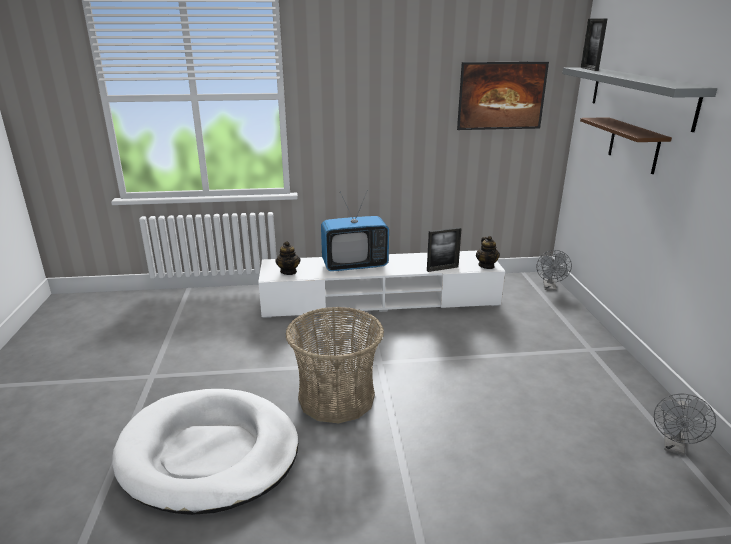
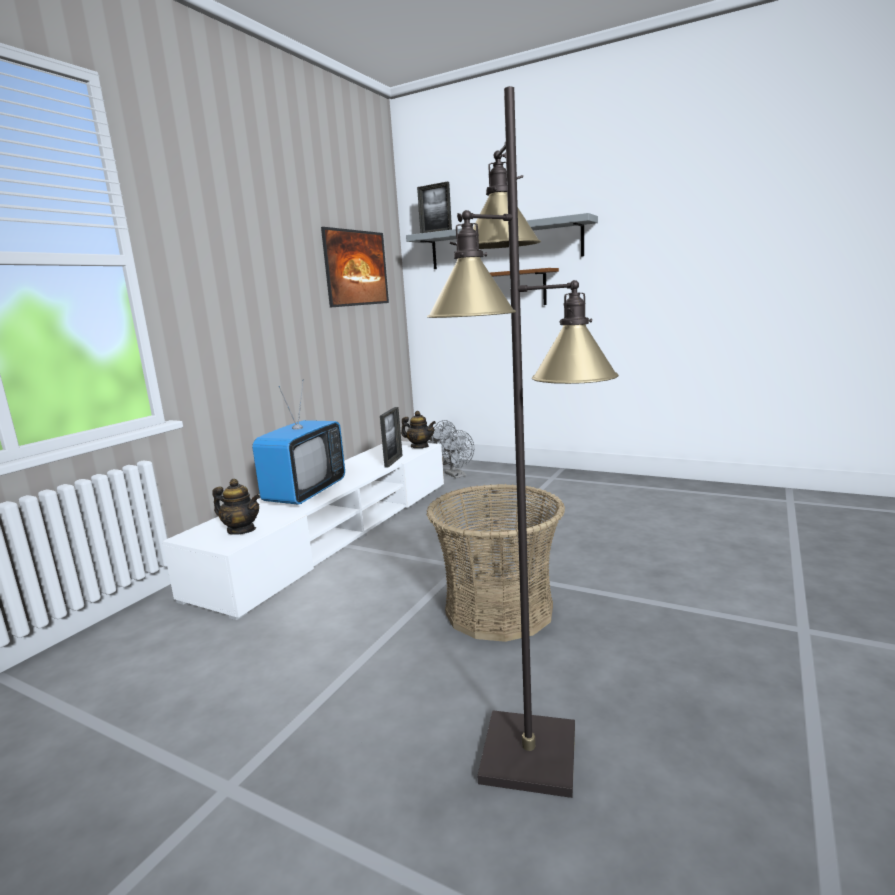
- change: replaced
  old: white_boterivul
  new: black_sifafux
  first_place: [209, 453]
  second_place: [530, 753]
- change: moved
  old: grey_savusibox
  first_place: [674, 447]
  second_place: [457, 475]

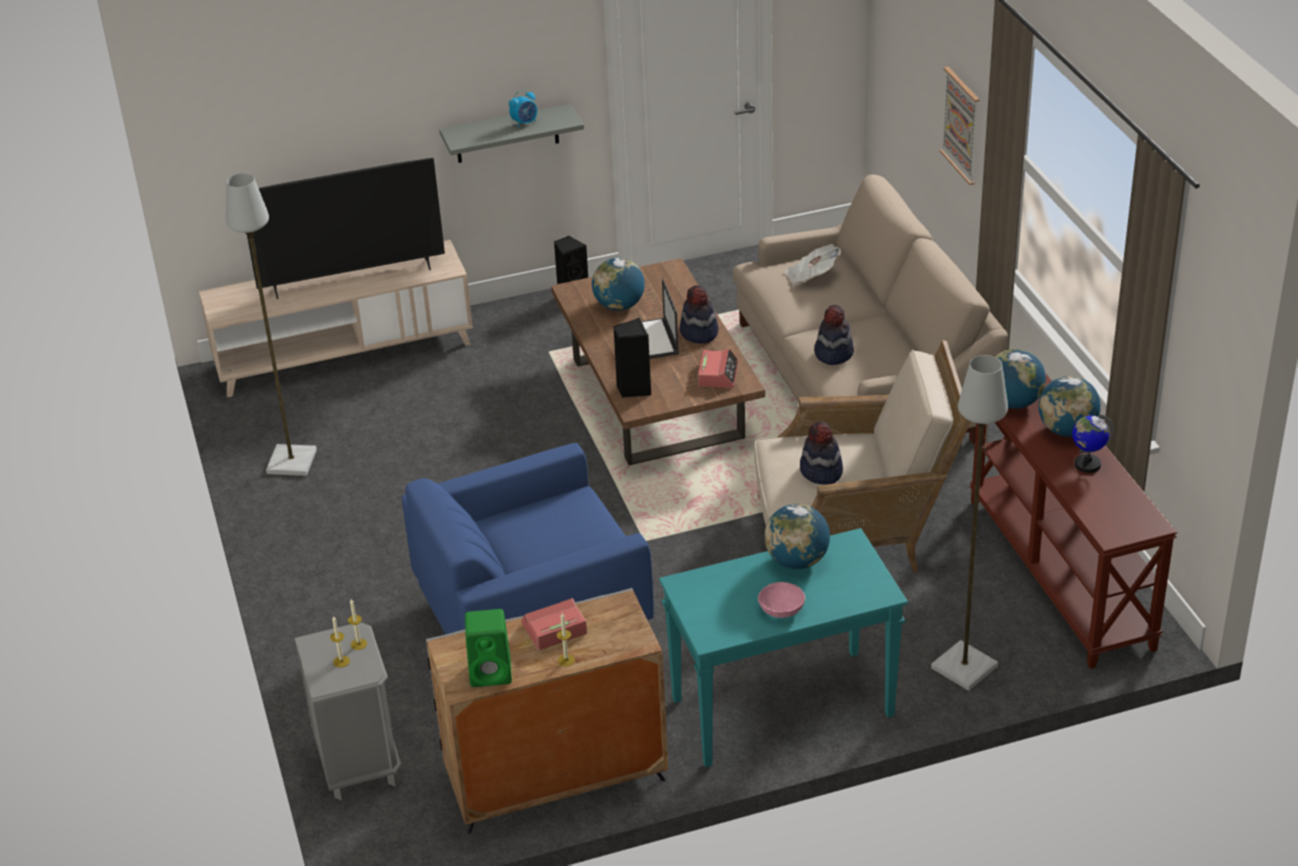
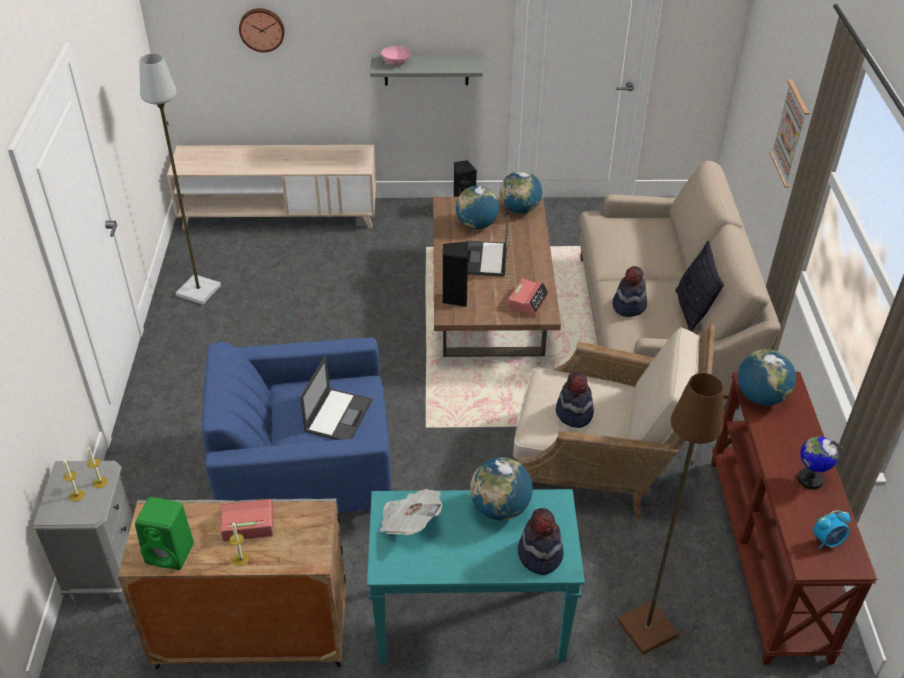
- change: added
  new: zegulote
  second_place: [262, 29]
- change: added
  new: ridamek
  second_place: [338, 415]
- change: moved
  old: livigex
  first_place: [811, 277]
  second_place: [409, 522]
- change: moved
  old: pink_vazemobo
  first_place: [782, 610]
  second_place: [396, 62]
- change: moved
  old: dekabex
  first_place: [1067, 430]
  second_place: [520, 209]
- change: moved
  old: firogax
  first_place: [699, 333]
  second_place: [539, 555]
- change: recoloured
  old: grey_sifafux
  new: brown_sifafux
  first_place: [965, 667]
  second_place: [648, 628]
- change: added
  new: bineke
  second_place: [692, 312]
- change: moved
  old: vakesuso
  first_place: [525, 123]
  second_place: [827, 541]
- change: removed
  old: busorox
  first_place: [352, 278]

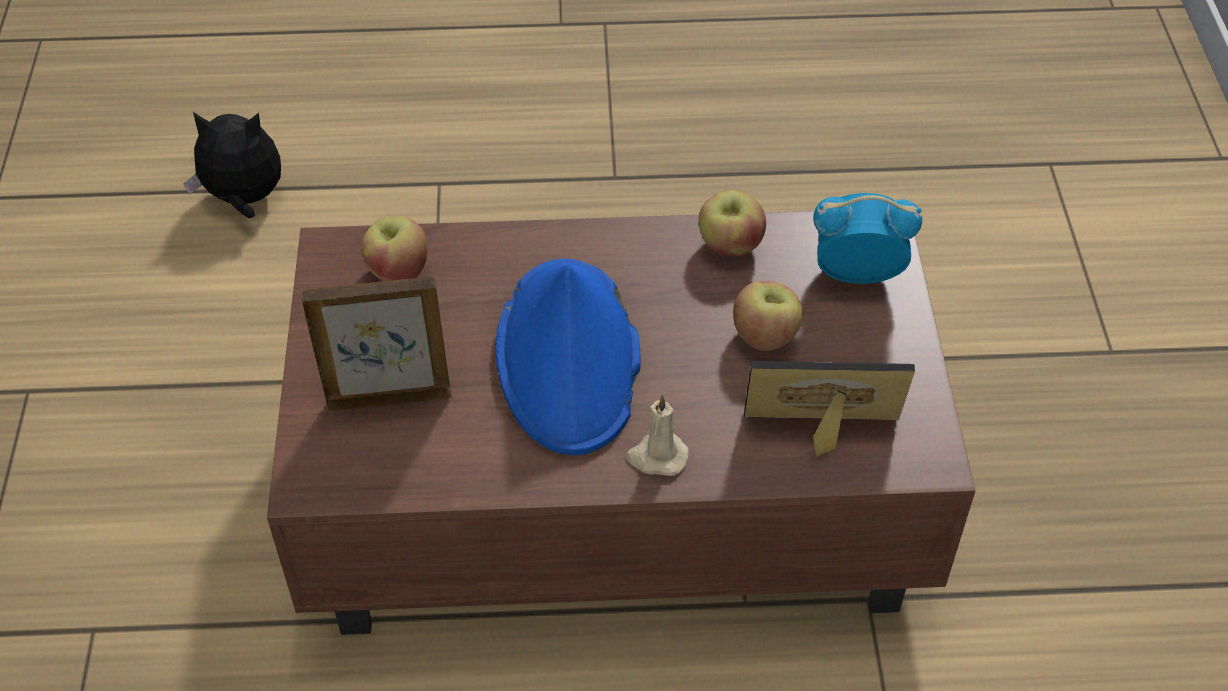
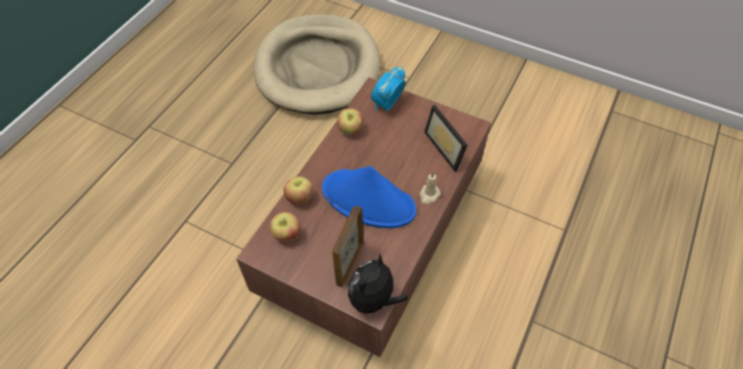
- change: added
  new: beige_boterivul
  second_place: [318, 67]
- change: moved
  old: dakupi
  first_place: [765, 336]
  second_place: [299, 197]
- change: moved
  old: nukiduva
  first_place: [244, 199]
  second_place: [373, 300]
- change: turned
  old: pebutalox
  first_place: [822, 435]
  second_place: [448, 147]
  degrees: -60

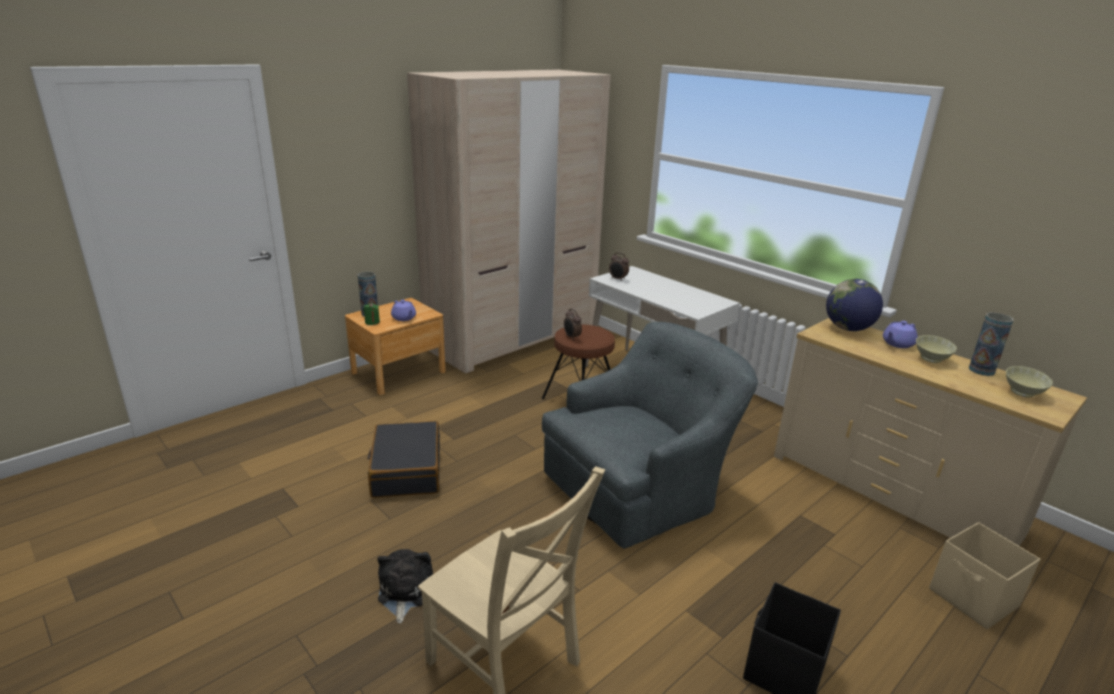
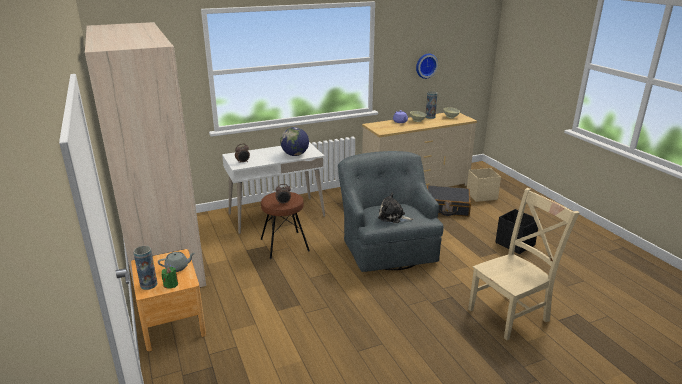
- change: recoloured
  old: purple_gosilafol
  new: grey_gosilafol
  first_place: [404, 318]
  second_place: [177, 267]
- change: moved
  old: dekabex
  first_place: [848, 329]
  second_place: [295, 155]
- change: moved
  old: nukiduva
  first_place: [404, 592]
  second_place: [393, 217]
- change: added
  new: zegulote
  second_place: [425, 65]
- change: moved
  old: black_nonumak
  first_place: [406, 470]
  second_place: [446, 207]

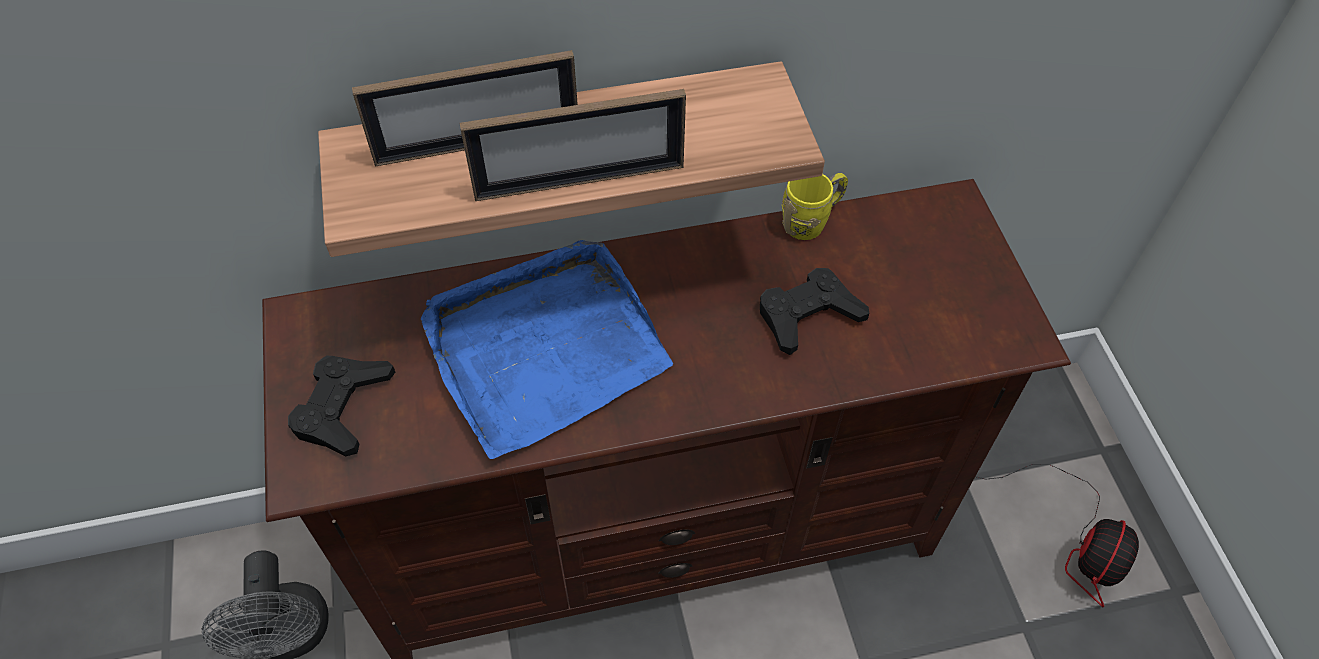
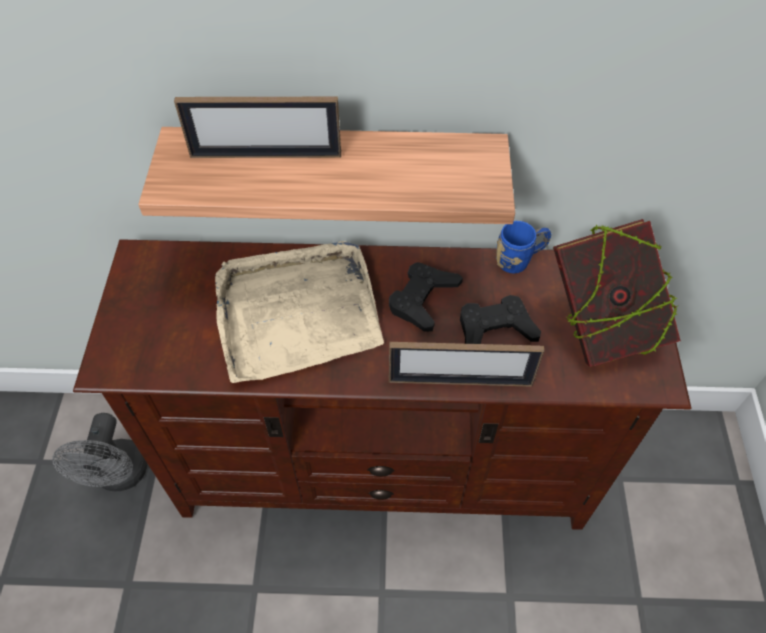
- change: recoloured
  old: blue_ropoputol
  new: beige_ropoputol
  first_place: [544, 348]
  second_place: [296, 313]
- change: moved
  old: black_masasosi
  first_place: [342, 408]
  second_place: [423, 299]
- change: moved
  old: pebutalox
  first_place: [579, 181]
  second_place: [460, 381]
- change: recoloured
  old: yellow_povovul
  new: blue_povovul
  first_place: [811, 221]
  second_place: [519, 260]
- change: added
  new: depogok
  second_place: [601, 328]
- change: removed
  old: savusibox
  first_place: [1073, 539]

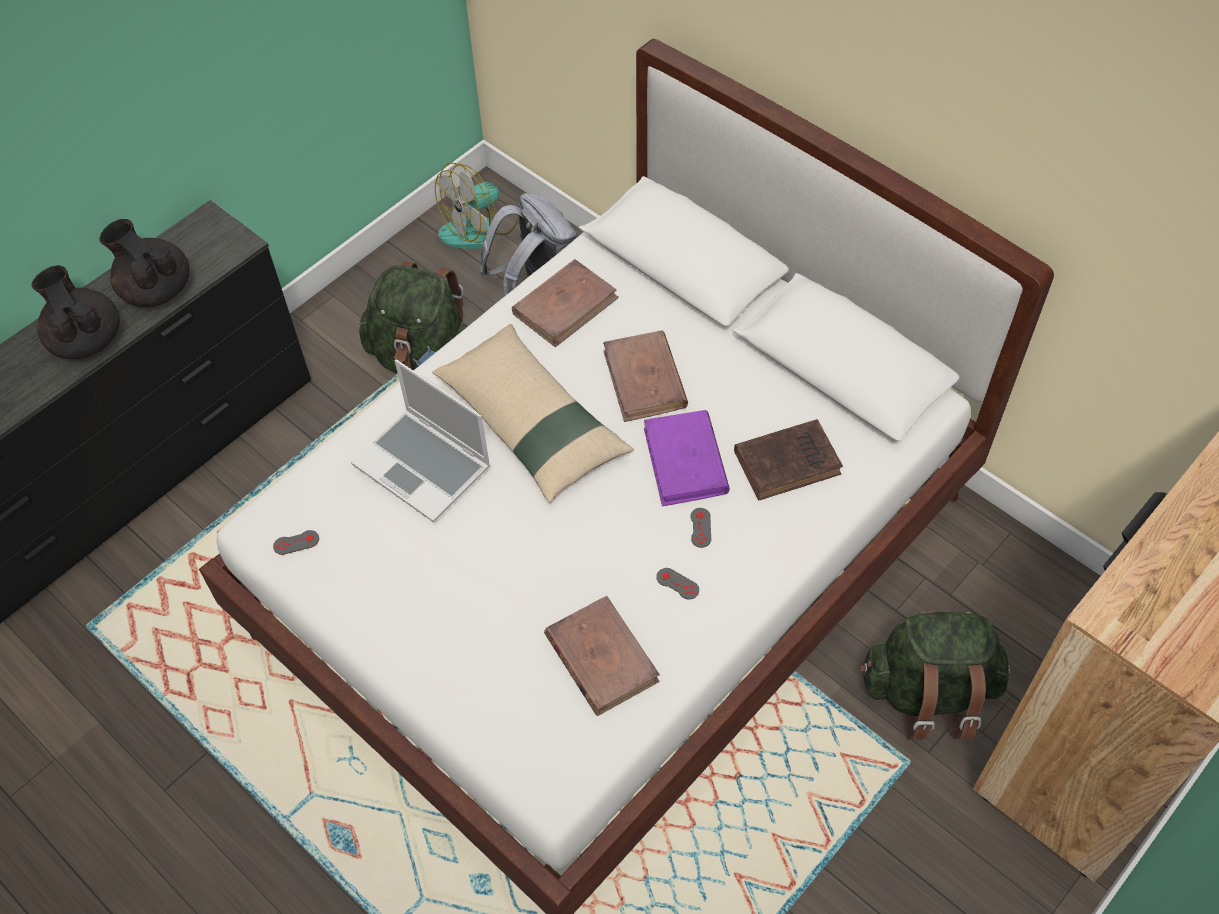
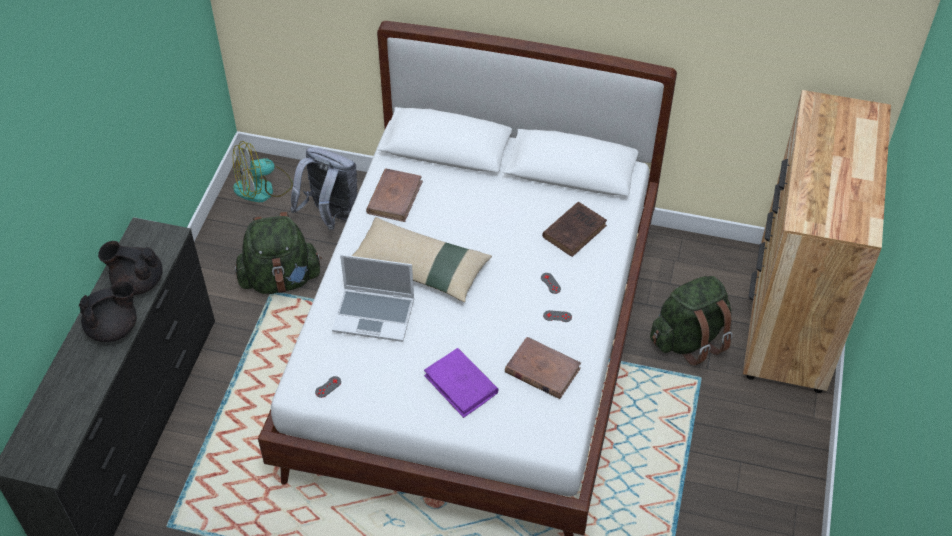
- change: turned
  old: black_gosilafol
  first_place: [86, 339]
  second_place: [114, 328]
  degrees: 120
- change: turned
  old: savusibox
  first_place: [480, 228]
  second_place: [263, 188]
  degrees: 45
- change: moved
  old: purple_depogok
  first_place: [685, 461]
  second_place: [461, 385]
- change: removed
  old: brown_depogok
  first_place: [644, 379]

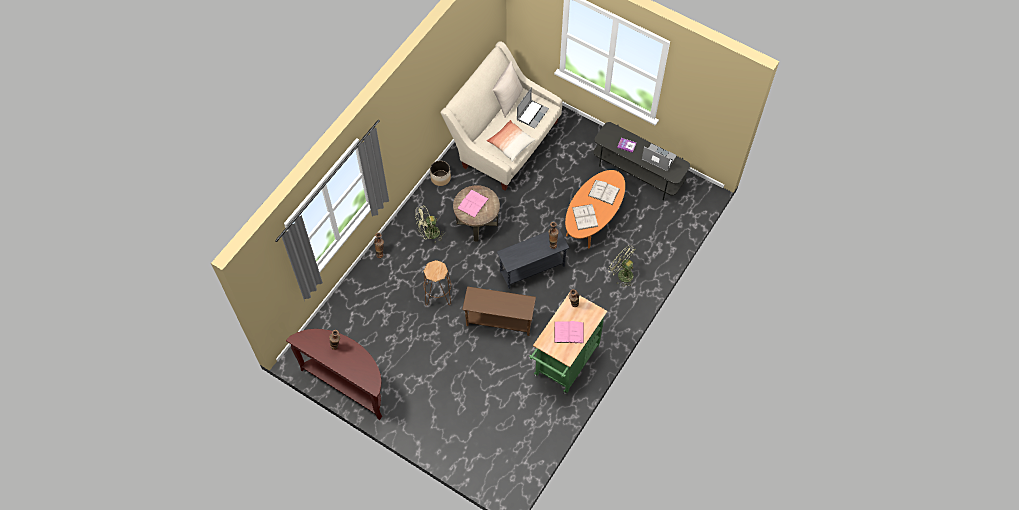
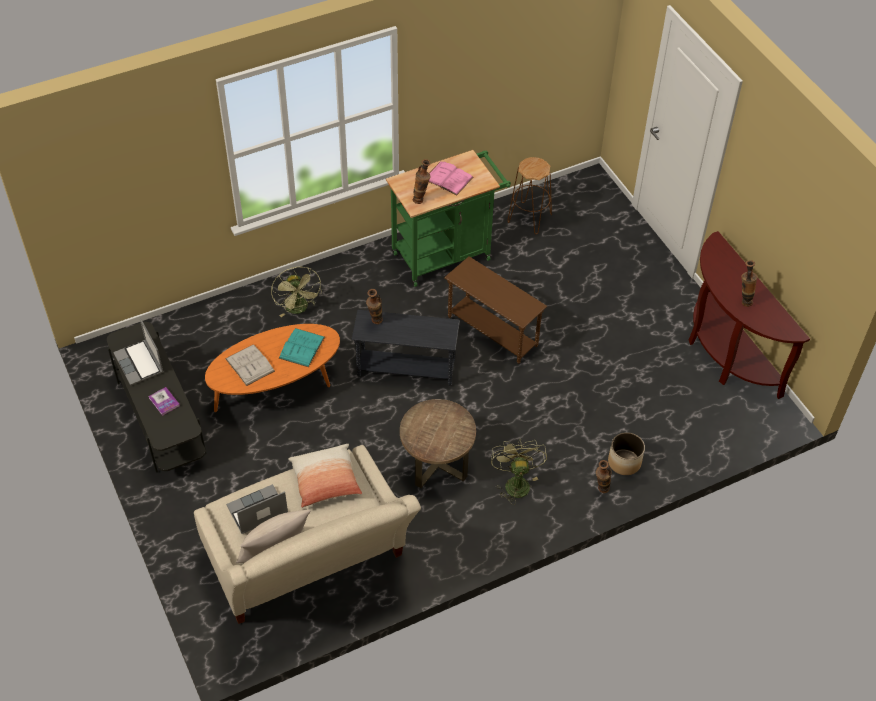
- change: recoloured
  old: white_depogok
  new: turquoise_depogok
  first_place: [585, 217]
  second_place: [301, 347]
- change: turned
  old: green_savusibox
  first_place: [429, 234]
  second_place: [515, 482]
  degrees: -105
- change: moved
  old: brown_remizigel
  first_place: [438, 294]
  second_place: [529, 218]
- change: moved
  old: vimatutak
  first_place: [440, 178]
  second_place: [624, 462]
- change: removed
  old: pink_depogok
  first_place: [473, 203]

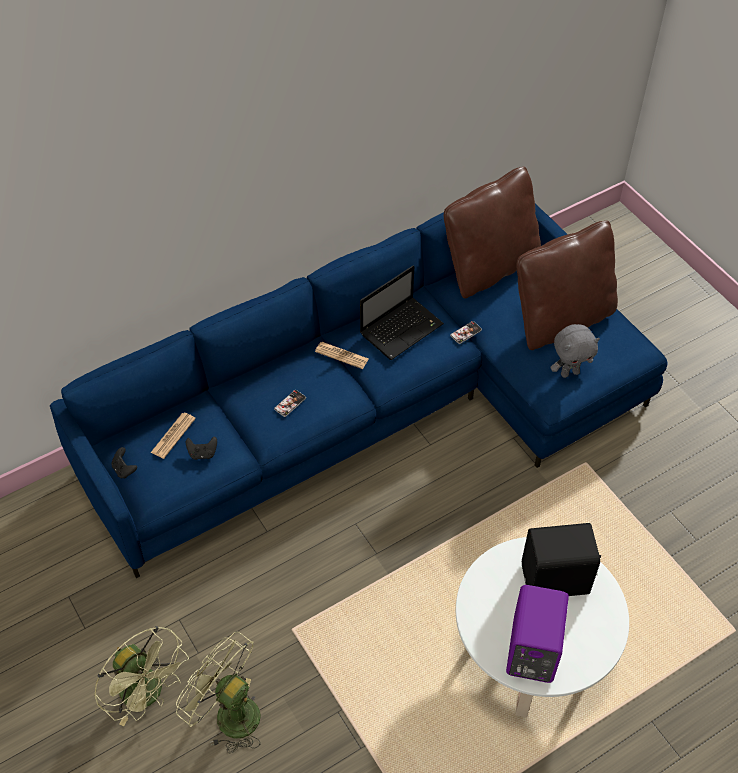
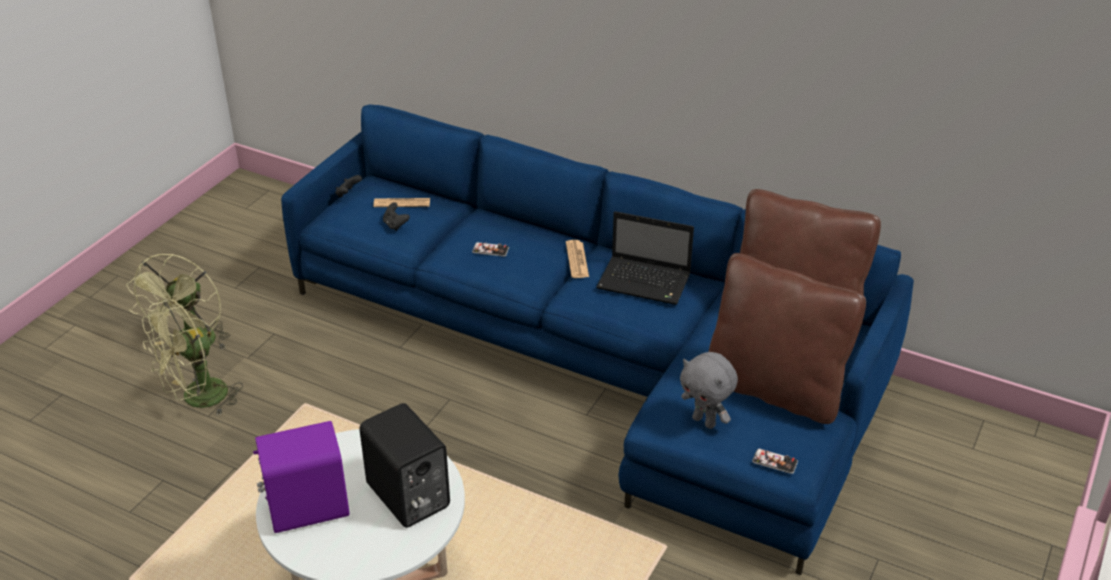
- change: turned
  old: green_savusibox
  first_place: [228, 713]
  second_place: [197, 399]
  degrees: -135
- change: moved
  old: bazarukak
  first_place: [466, 333]
  second_place: [775, 462]

